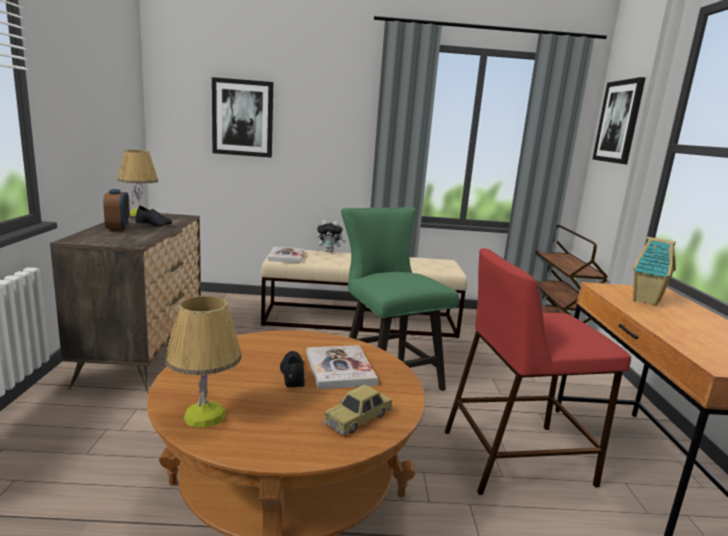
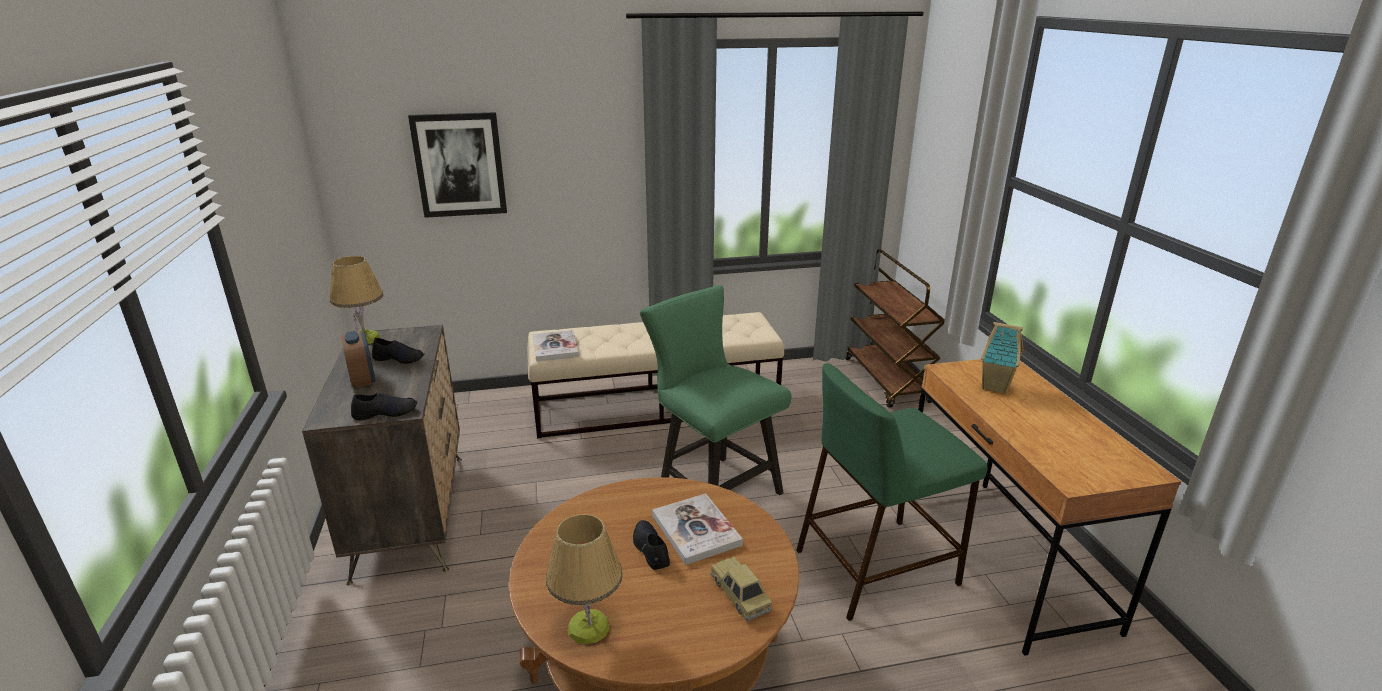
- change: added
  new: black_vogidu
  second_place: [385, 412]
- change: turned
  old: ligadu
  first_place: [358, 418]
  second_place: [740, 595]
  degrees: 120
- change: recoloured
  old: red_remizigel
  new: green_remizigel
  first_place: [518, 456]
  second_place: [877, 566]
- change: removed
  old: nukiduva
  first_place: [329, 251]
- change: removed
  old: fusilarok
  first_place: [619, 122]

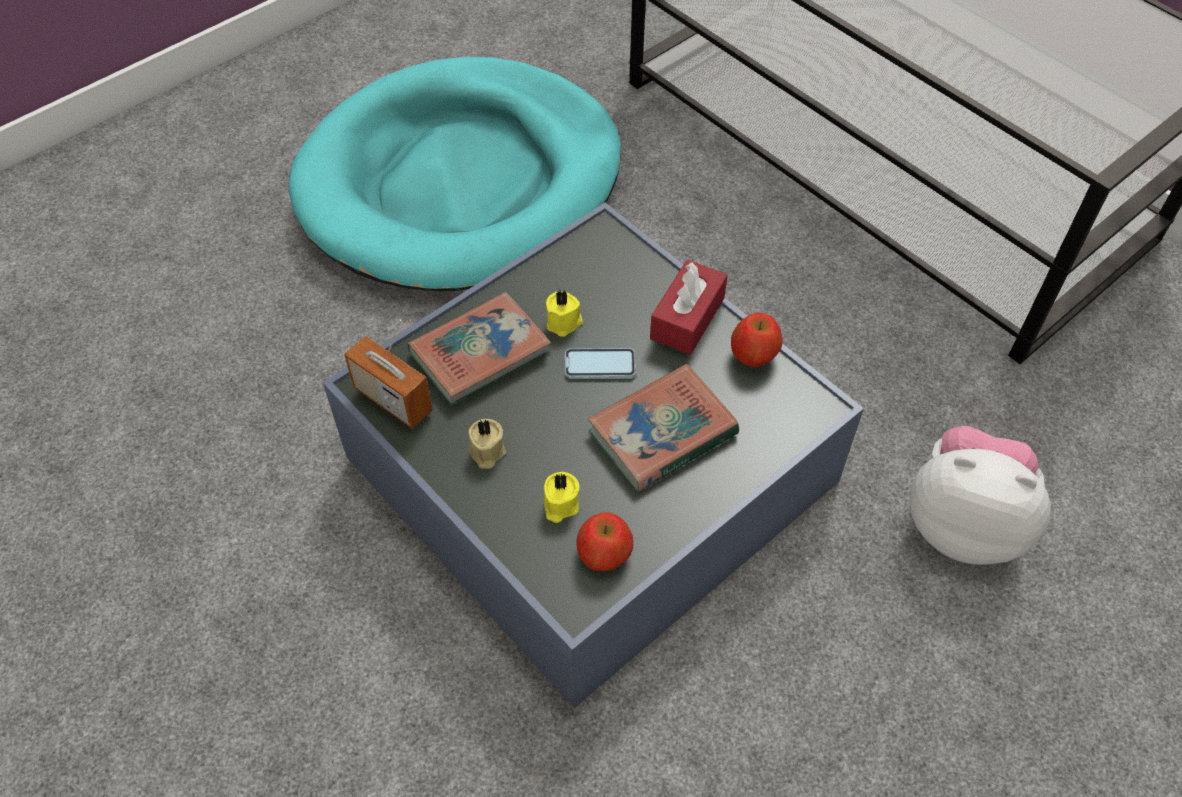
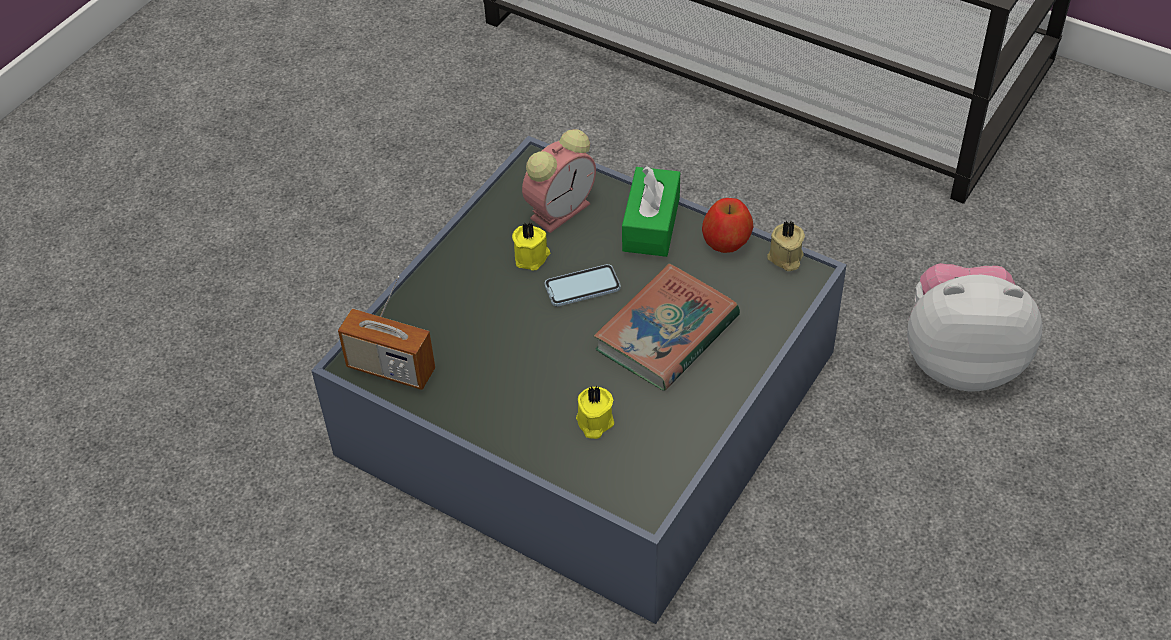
- change: added
  new: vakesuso
  second_place: [561, 209]
- change: recoloured
  old: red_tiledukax
  new: green_tiledukax
  first_place: [687, 318]
  second_place: [651, 224]
- change: moved
  old: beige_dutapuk
  first_place: [486, 452]
  second_place: [785, 258]
- change: removed
  old: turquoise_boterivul
  first_place: [461, 182]
- change: removed
  old: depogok
  first_place: [480, 353]
- change: removed
  old: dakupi
  first_place: [604, 553]

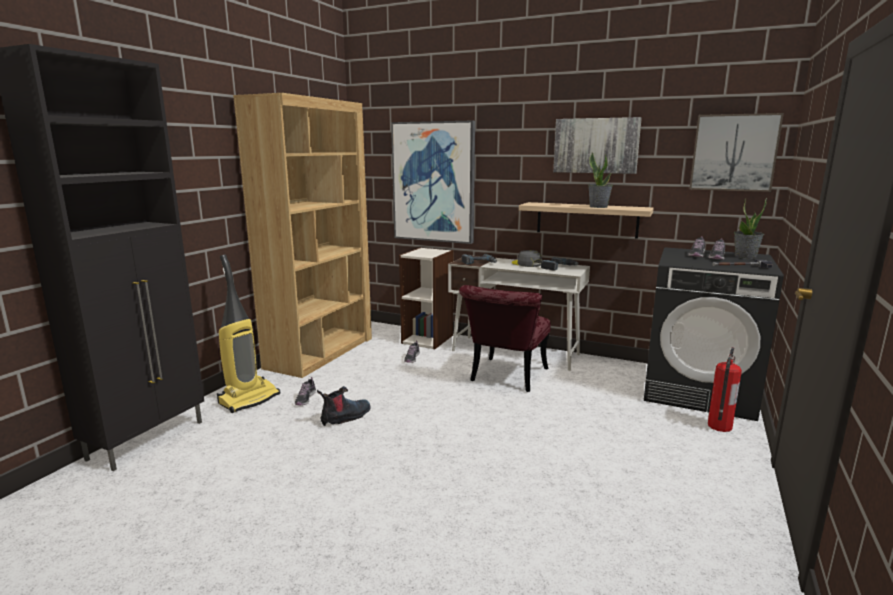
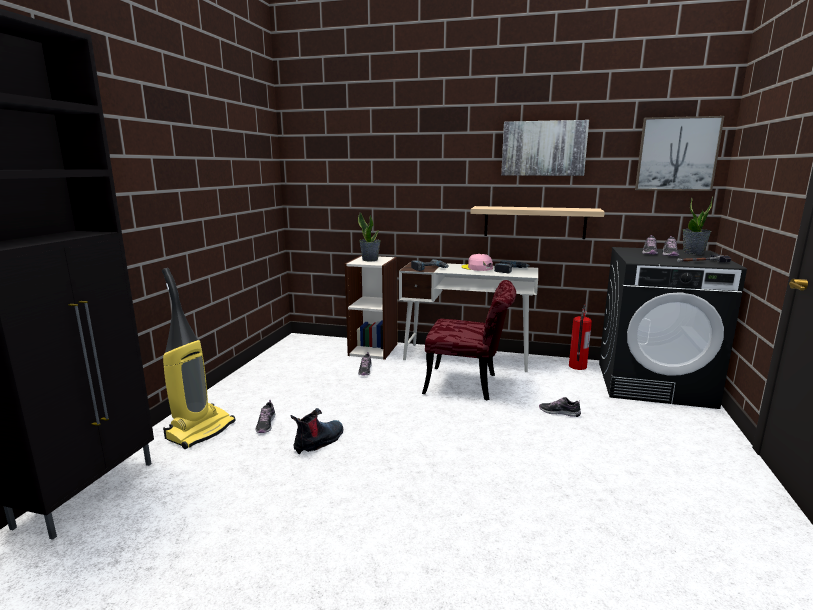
- change: moved
  old: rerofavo
  first_place: [598, 207]
  second_place: [370, 260]
- change: turned
  old: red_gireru
  first_place: [506, 378]
  second_place: [469, 385]
  degrees: -90
- change: recoloured
  old: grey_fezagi
  new: pink_fezagi
  first_place: [526, 264]
  second_place: [477, 268]
- change: added
  new: vogidu
  second_place: [559, 412]
- change: moved
  old: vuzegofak
  first_place: [719, 426]
  second_place: [577, 366]
- change: removed
  old: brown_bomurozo
  first_place: [320, 352]
- change: removed
  old: fusilarok
  first_place: [434, 182]

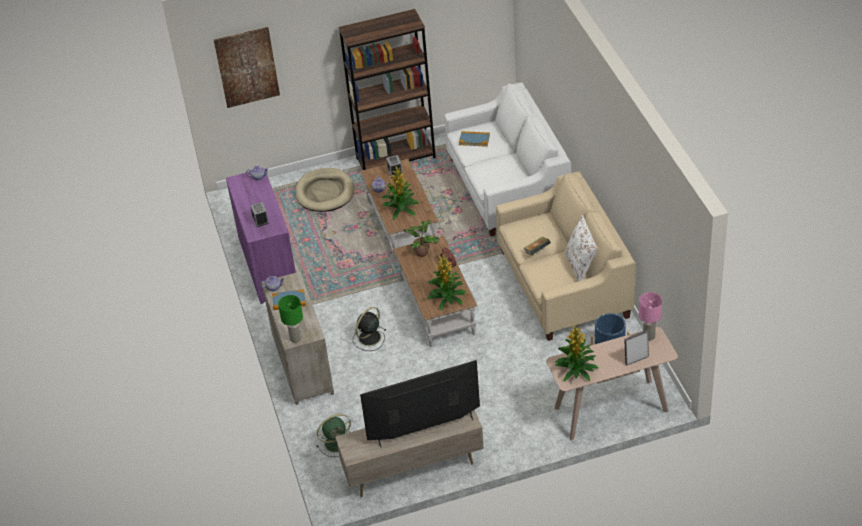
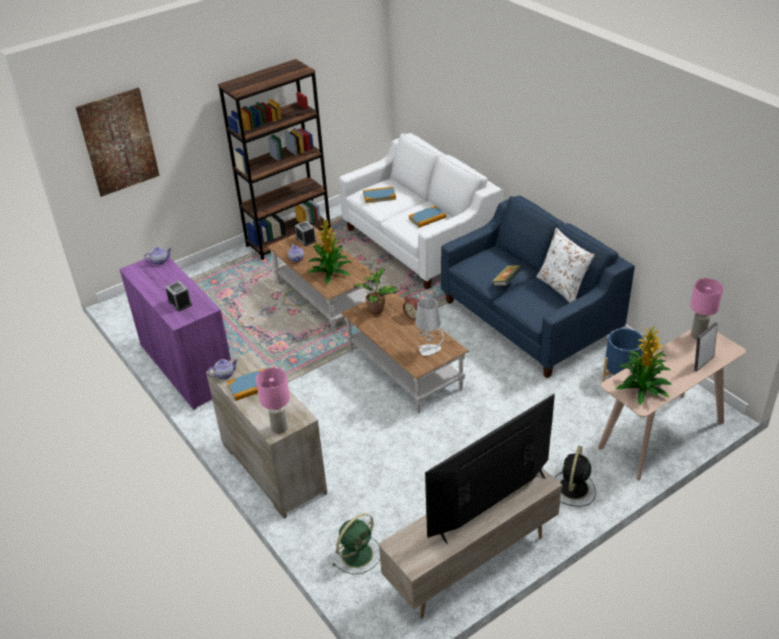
- change: recoloured
  old: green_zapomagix
  new: pink_zapomagix
  first_place: [296, 338]
  second_place: [280, 428]
- change: added
  new: depogok
  second_place: [427, 218]
- change: replaced
  old: rerofavo
  new: grey_zapomagix
  first_place: [446, 298]
  second_place: [429, 350]
- change: recoloured
  old: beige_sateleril
  new: blue_sateleril
  first_place: [563, 284]
  second_place: [529, 319]
- change: moved
  old: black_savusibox
  first_place: [369, 338]
  second_place: [573, 489]
- change: removed
  old: beige_boterivul
  first_place: [325, 192]

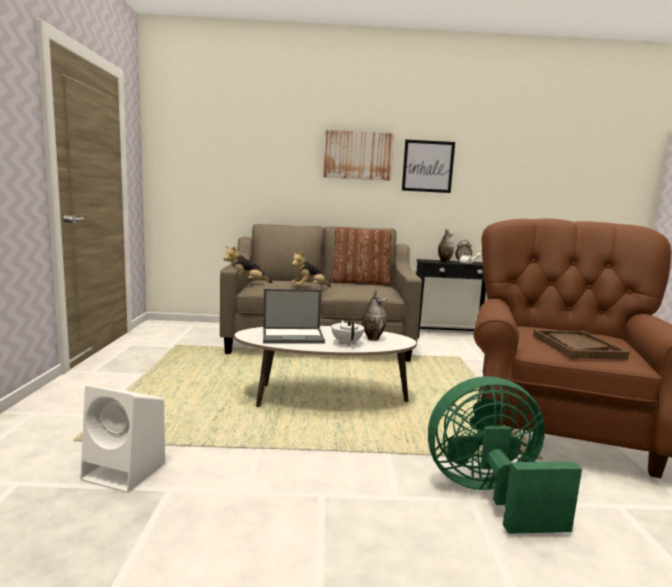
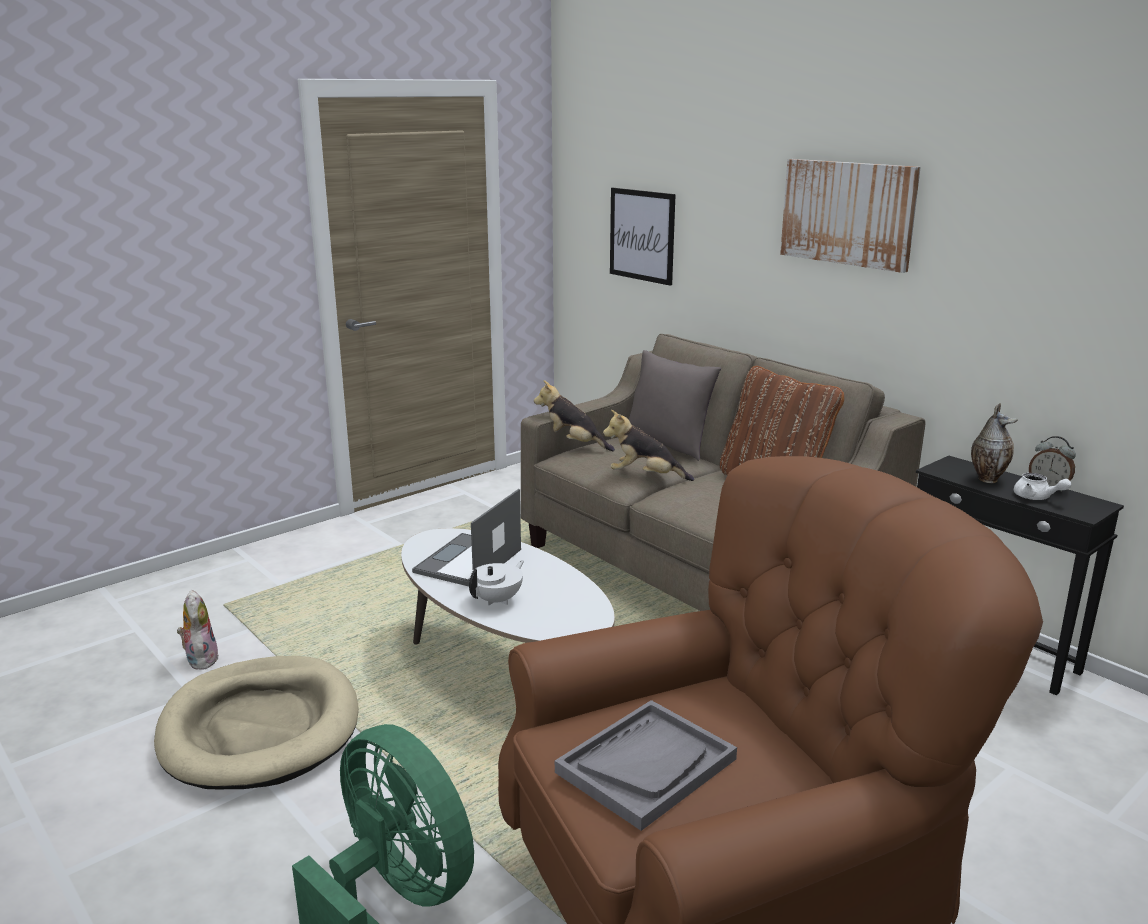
- change: added
  new: beige_boterivul
  second_place: [260, 728]
- change: replaced
  old: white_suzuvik
  new: nukiduva
  first_place: [126, 471]
  second_place: [200, 659]
- change: turned
  old: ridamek
  first_place: [293, 336]
  second_place: [468, 562]
  degrees: 75
- change: recoloured
  old: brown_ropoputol
  new: grey_ropoputol
  first_place: [577, 347]
  second_place: [646, 765]
- change: moved
  old: fusilarok
  first_place: [428, 166]
  second_place: [642, 235]
- change: added
  new: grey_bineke
  second_place: [668, 446]
- change: removed
  old: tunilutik
  first_place: [373, 338]

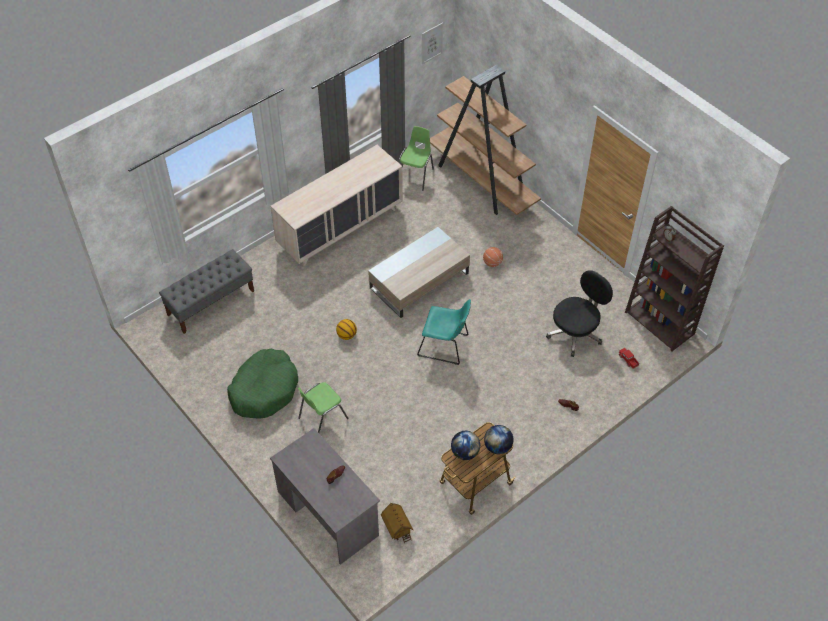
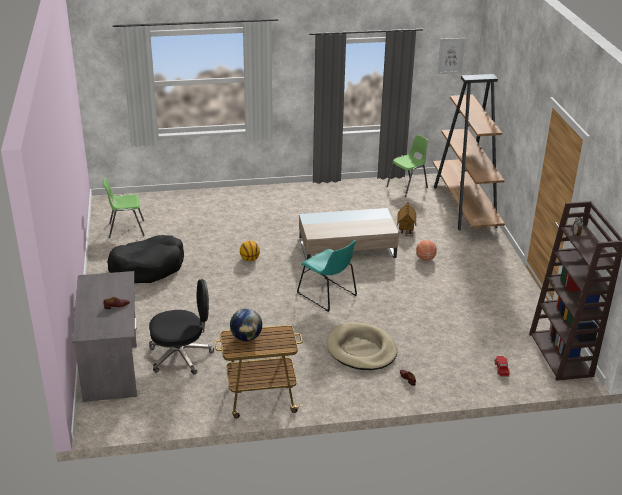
- change: moved
  old: green_gireru
  first_place: [322, 418]
  second_place: [126, 229]
- change: recoloured
  old: green_boterivul
  new: black_boterivul
  first_place: [264, 389]
  second_place: [148, 267]
- change: moved
  old: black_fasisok
  first_place: [575, 333]
  second_place: [181, 356]
- change: added
  new: beige_boterivul
  second_place: [361, 349]
- change: moved
  old: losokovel
  first_place: [397, 528]
  second_place: [406, 229]
- change: removed
  old: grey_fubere
  first_place: [211, 302]
- change: removed
  old: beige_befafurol
  first_place: [340, 228]
- change: removed
  old: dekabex
  first_place: [498, 447]

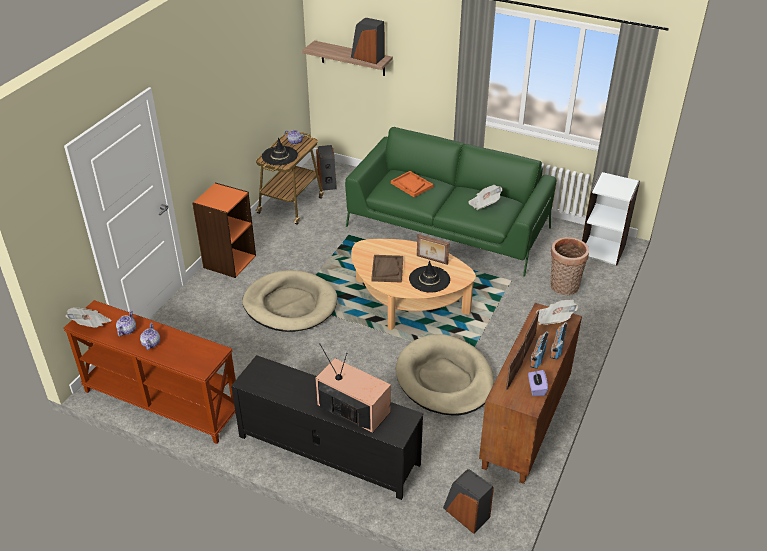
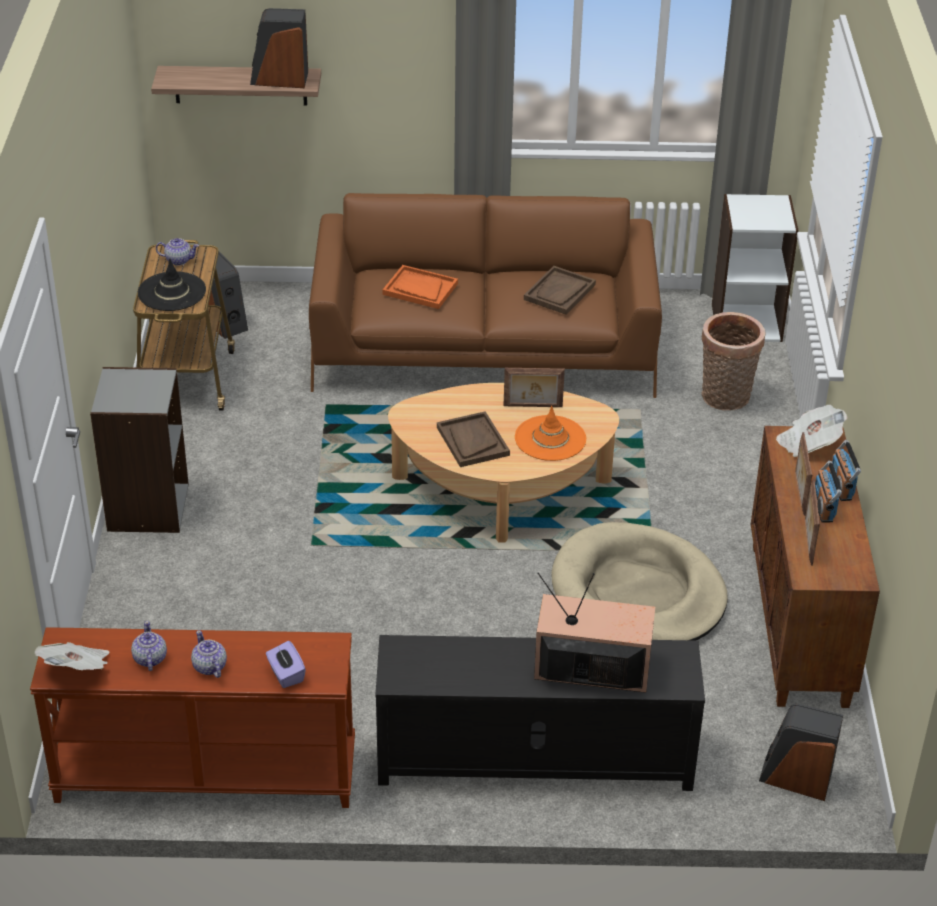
- change: recoloured
  old: orange_bomurozo
  new: grey_bomurozo
  first_place: [229, 261]
  second_place: [147, 507]
- change: moved
  old: purple_tiledukax
  first_place: [536, 388]
  second_place: [286, 674]
- change: recoloured
  old: green_sateleril
  new: brown_sateleril
  first_place: [448, 227]
  second_place: [484, 348]
- change: recoloured
  old: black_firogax
  new: orange_firogax
  first_place: [429, 279]
  second_place: [550, 438]
- change: replaced
  old: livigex
  new: brown_ropoputol
  first_place: [484, 204]
  second_place: [559, 292]
- change: removed
  old: beige_boterivul
  first_place: [290, 304]

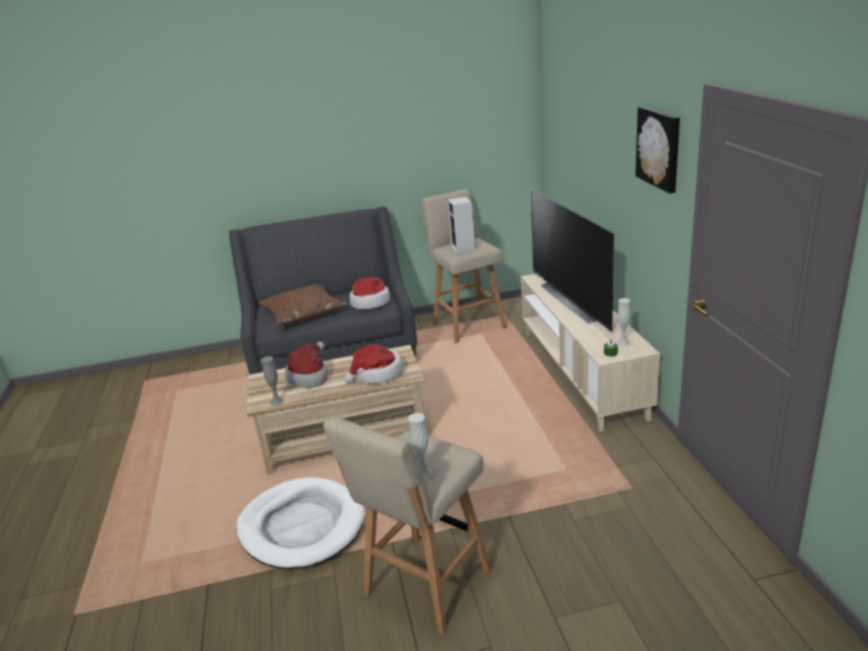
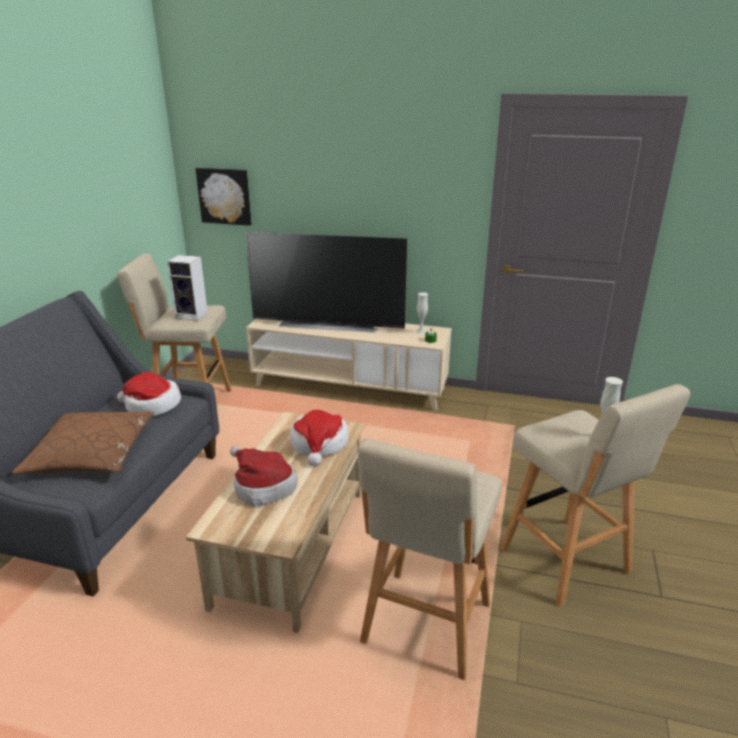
- change: moved
  old: fusilarok
  first_place: [659, 148]
  second_place: [225, 196]
- change: replaced
  old: white_boterivul
  new: beige_remizigel
  first_place: [302, 526]
  second_place: [425, 626]
- change: removed
  old: grey_tunilutik
  first_place: [276, 401]

